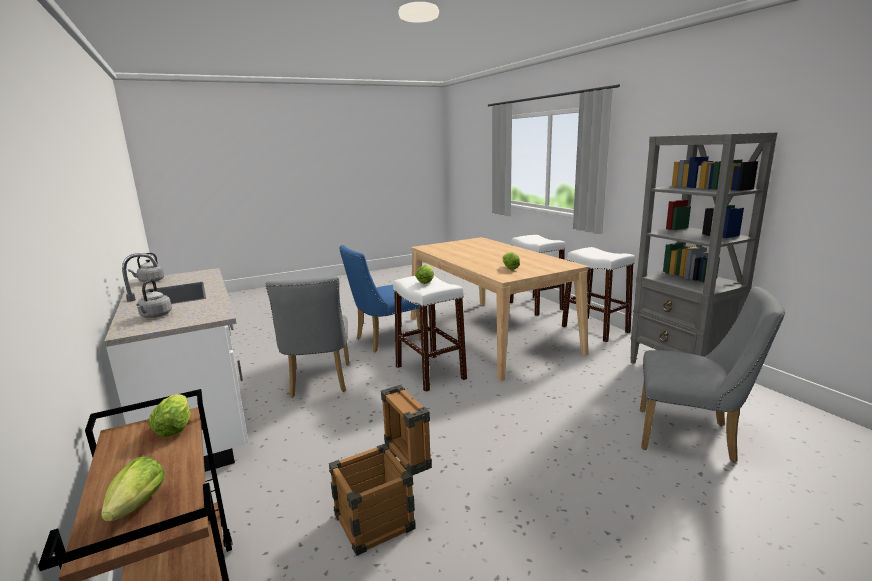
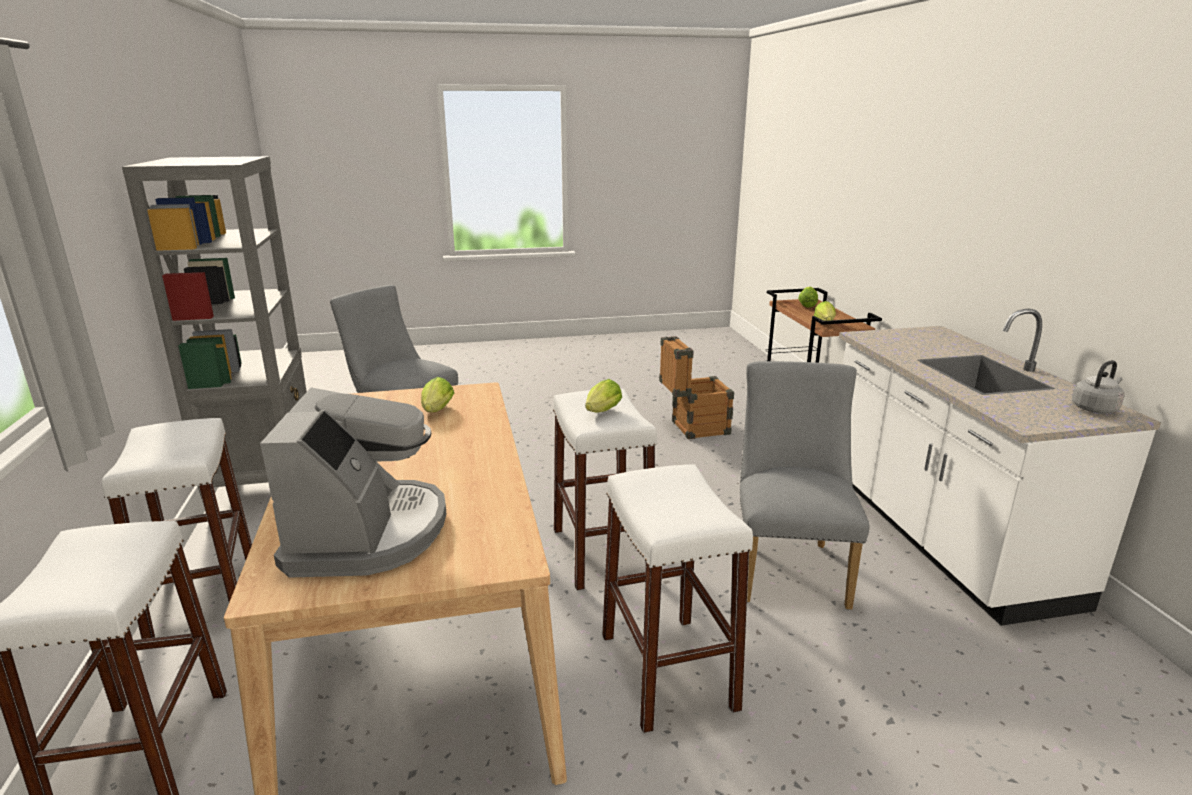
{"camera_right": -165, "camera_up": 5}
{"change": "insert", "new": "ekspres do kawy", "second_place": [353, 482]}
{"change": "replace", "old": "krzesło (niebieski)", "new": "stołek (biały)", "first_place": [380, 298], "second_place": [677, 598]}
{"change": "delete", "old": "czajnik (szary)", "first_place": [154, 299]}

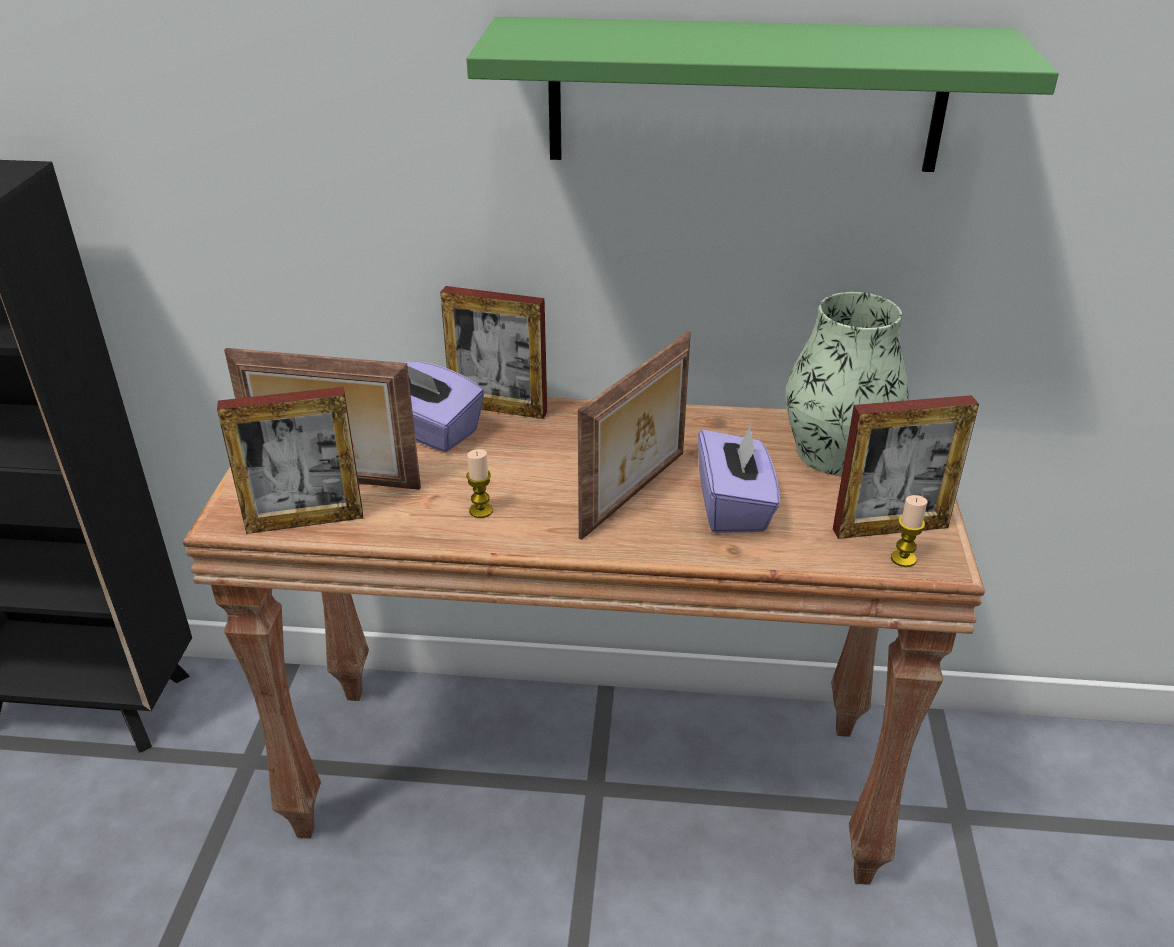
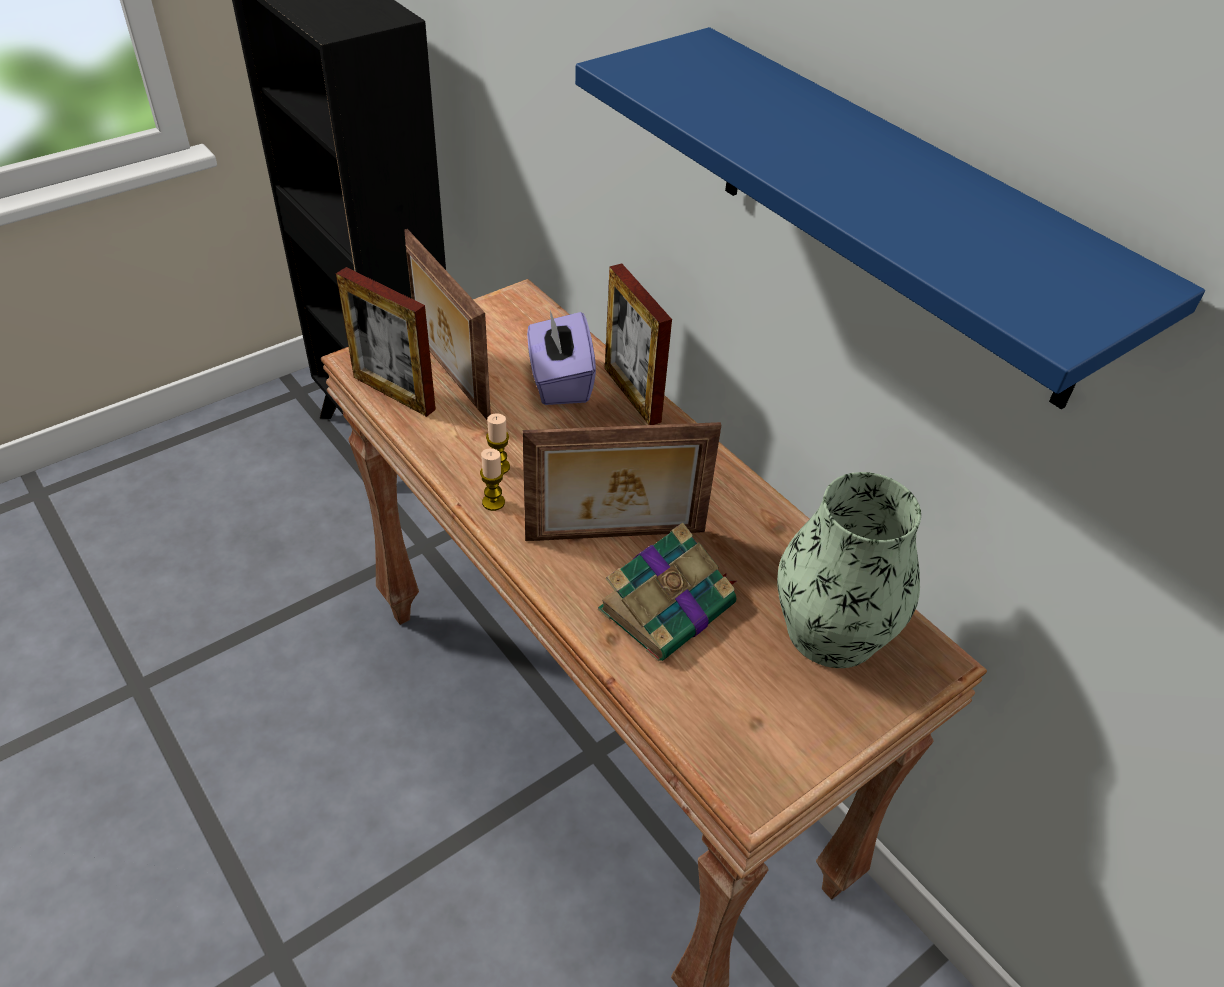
{"camera_right": 45, "camera_up": 10}
{"change": "move", "old": "świeca", "first_place": [909, 531], "second_place": [492, 479]}
{"change": "recolor", "old": "półka (zielony)", "new": "półka (niebieski)", "first_place": [763, 94], "second_place": [890, 218]}
{"change": "replace", "old": "pudełko chusteczek (fioletowy)", "new": "książka", "first_place": [739, 479], "second_place": [667, 591]}
{"change": "delete", "old": "ramka na zdjęcie", "first_place": [906, 467]}

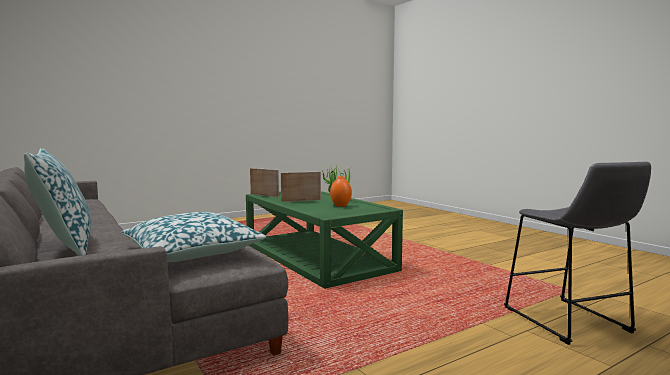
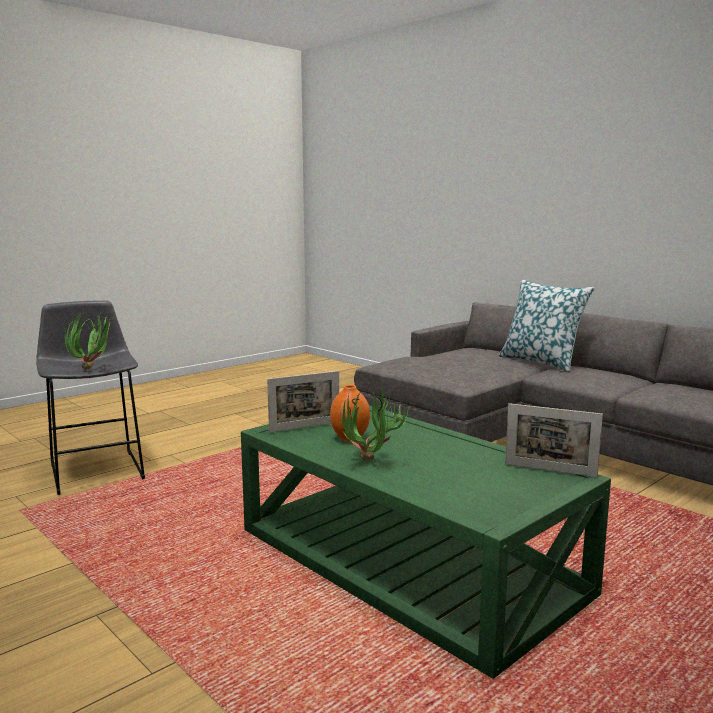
{"camera_right": 170, "camera_up": 5}
{"change": "insert", "new": "roślina doniczkowa", "second_place": [90, 341]}
{"change": "move", "old": "ramka na zdjęcie", "first_place": [301, 187], "second_place": [303, 401]}
{"change": "delete", "old": "poduszka", "first_place": [193, 237]}

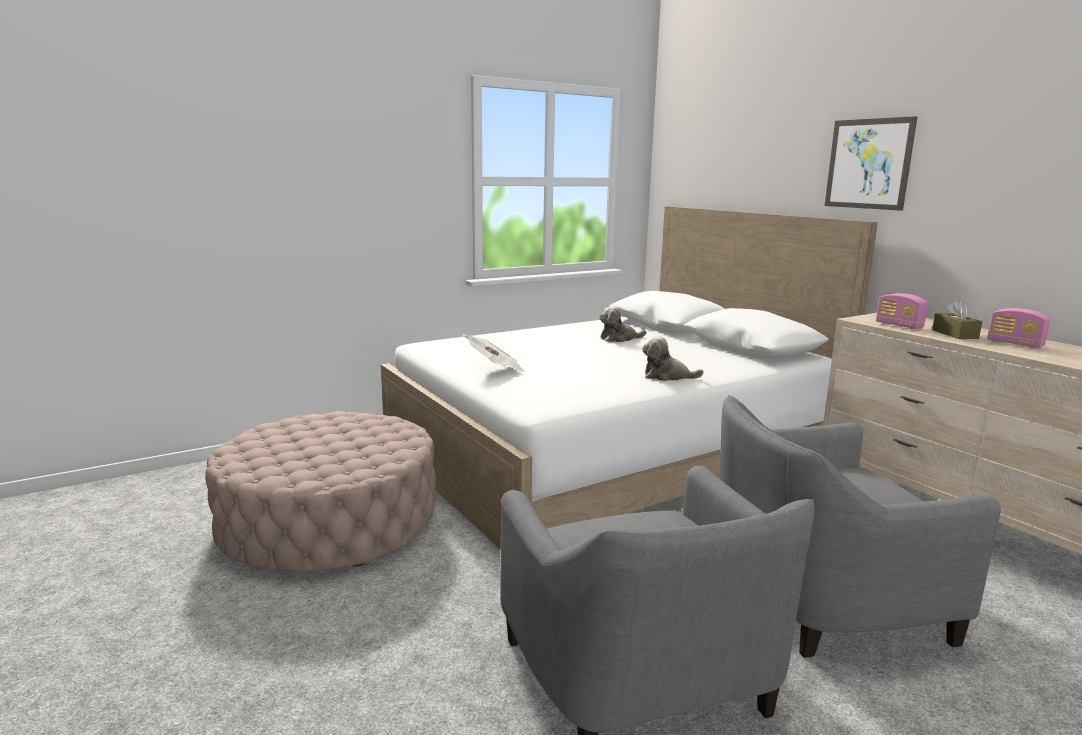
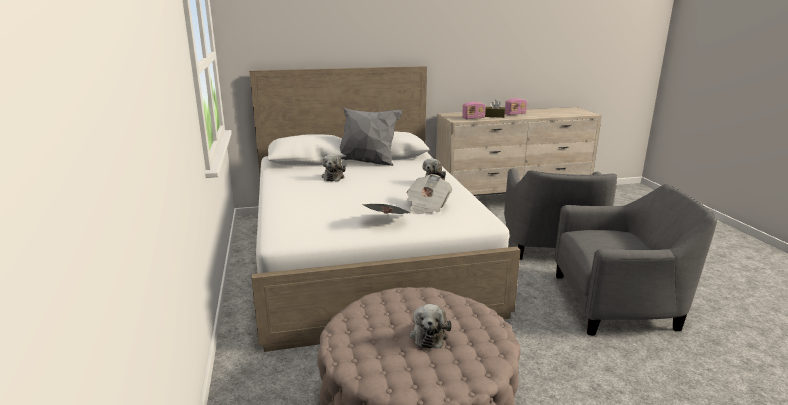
{"camera_right": -70, "camera_up": 5}
{"change": "insert", "new": "poduszka (szary)", "second_place": [371, 136]}
{"change": "insert", "new": "gazeta", "second_place": [429, 194]}
{"change": "insert", "new": "pluszak", "second_place": [431, 326]}
{"change": "delete", "old": "obraz", "first_place": [871, 163]}

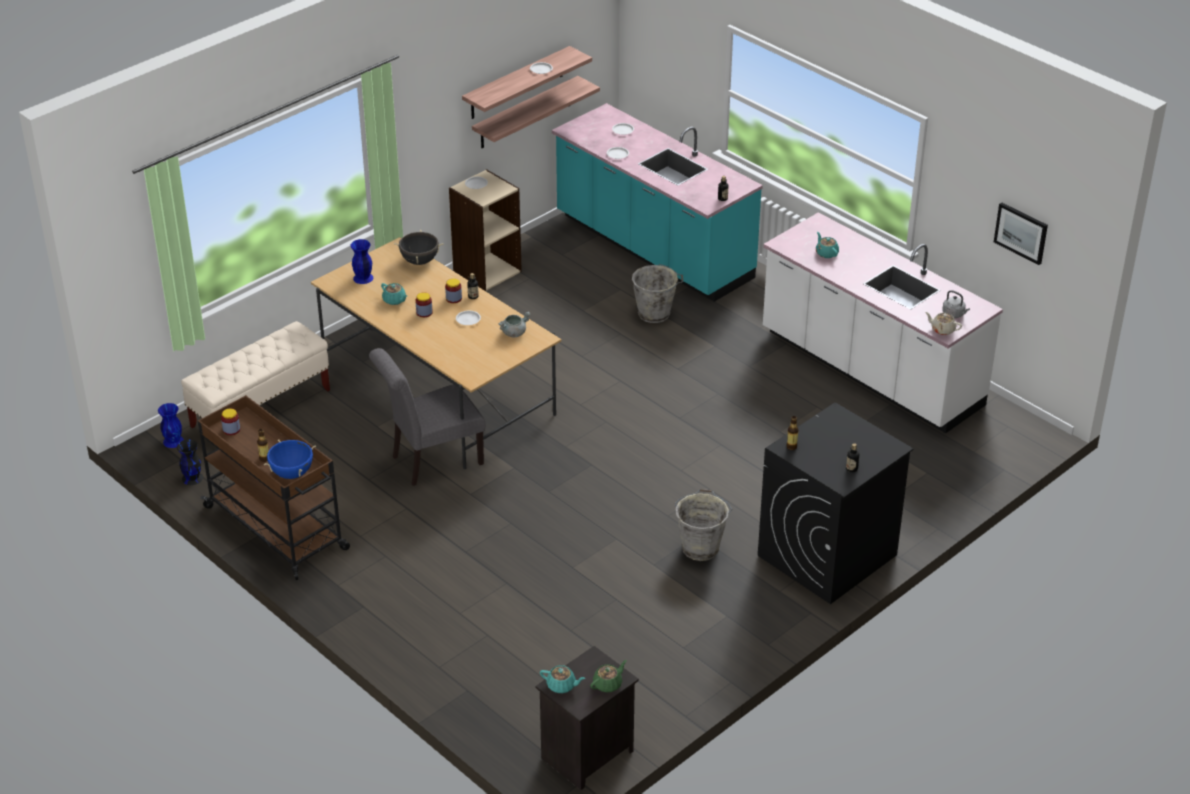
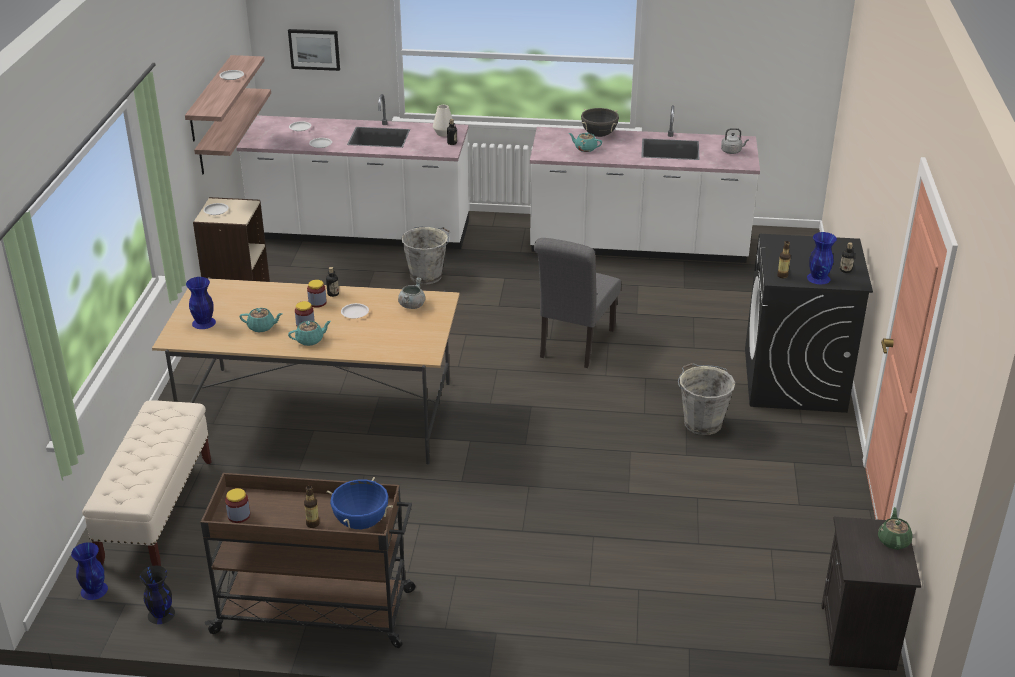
{"camera_right": -40, "camera_up": -5}
{"change": "recolor", "old": "zabudowa kuchenna (turkusowy)", "new": "zabudowa kuchenna (biały)", "first_place": [657, 202], "second_place": [352, 171]}
{"change": "move", "old": "obraz", "first_place": [1021, 233], "second_place": [314, 50]}
{"change": "move", "old": "imbryk (turkusowy)", "first_place": [562, 679], "second_place": [309, 333]}
{"change": "insert", "new": "wazon (biały)", "second_place": [444, 121]}
{"change": "move", "old": "krzesło (szary)", "first_place": [427, 417], "second_place": [577, 303]}
{"change": "move", "old": "garnek (czarny)", "first_place": [418, 247], "second_place": [600, 122]}
{"change": "insert", "new": "wazon (niebieski)", "second_place": [822, 258]}
{"change": "delete", "old": "imbryk (beżowy)", "first_place": [943, 323]}

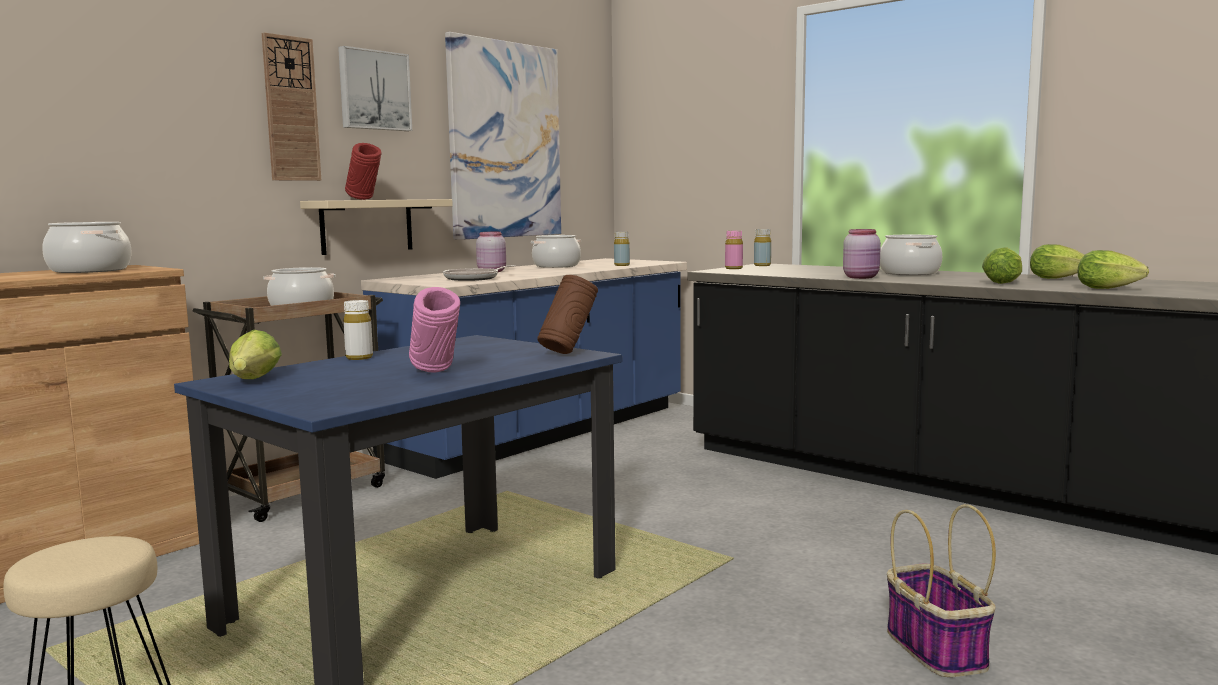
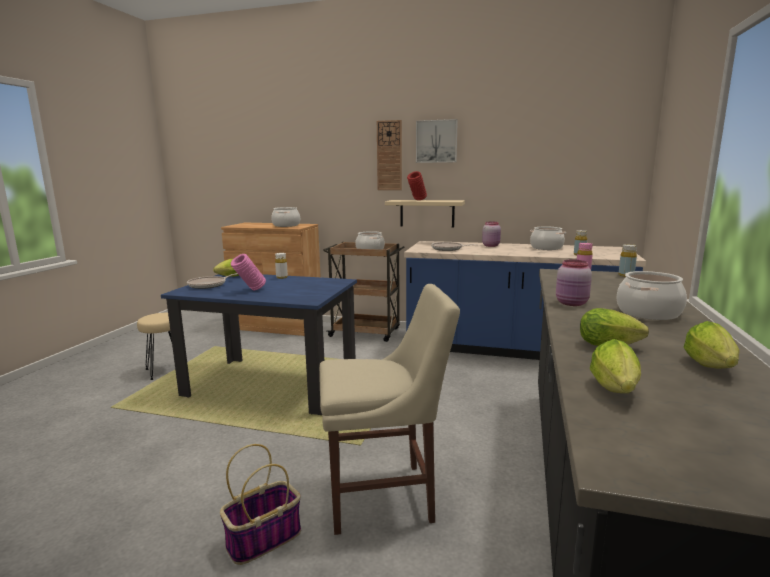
{"camera_right": 65, "camera_up": 5}
{"change": "insert", "new": "patelnia", "second_place": [212, 281]}
{"change": "insert", "new": "krzesło (beżowy)", "second_place": [389, 409]}
{"change": "delete", "old": "obraz", "first_place": [503, 136]}
{"change": "delete", "old": "wazon (brązowy)", "first_place": [567, 314]}

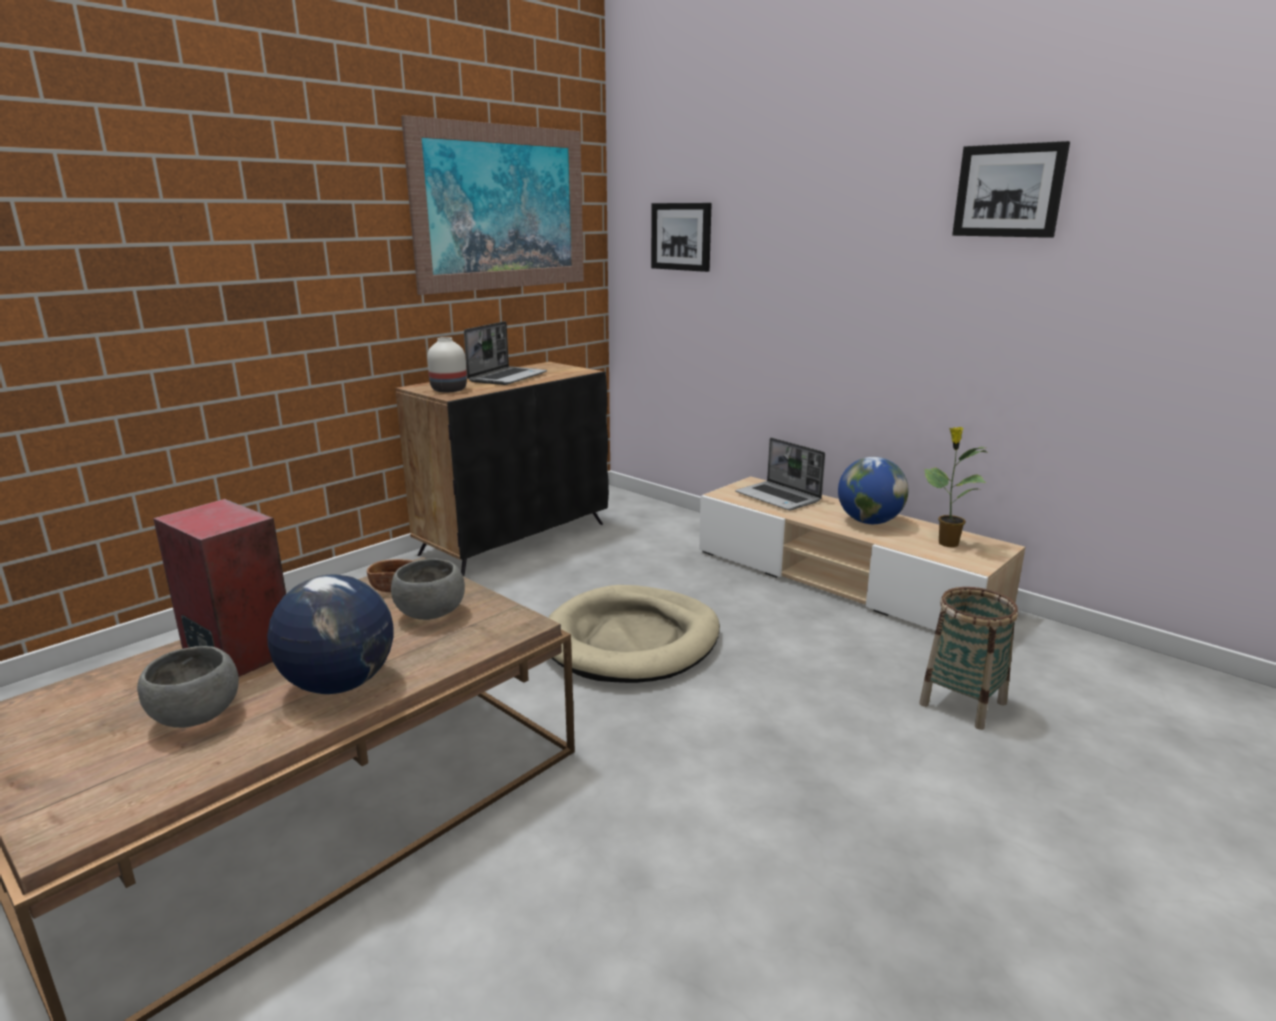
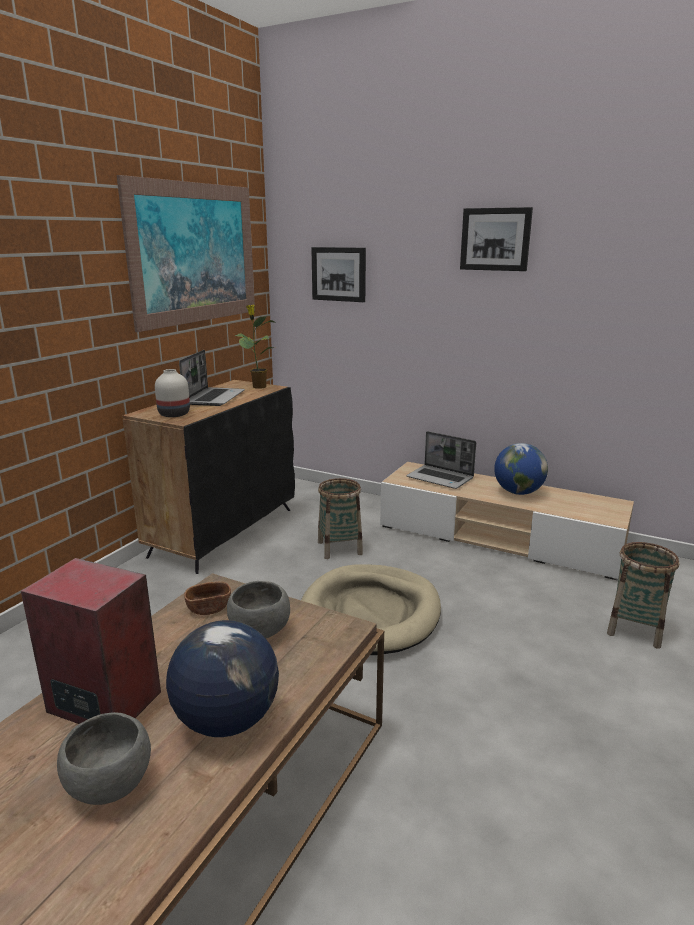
{"camera_right": -15, "camera_up": 0}
{"change": "move", "old": "roślina doniczkowa", "first_place": [956, 487], "second_place": [254, 347]}
{"change": "insert", "new": "koszyk", "second_place": [340, 518]}
{"change": "move", "old": "obraz", "first_place": [1011, 189], "second_place": [496, 239]}

